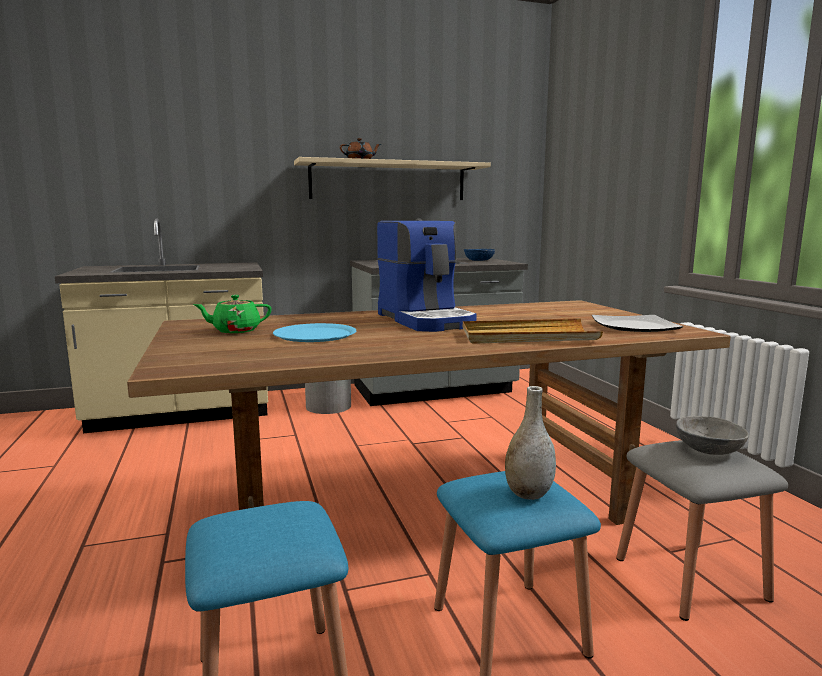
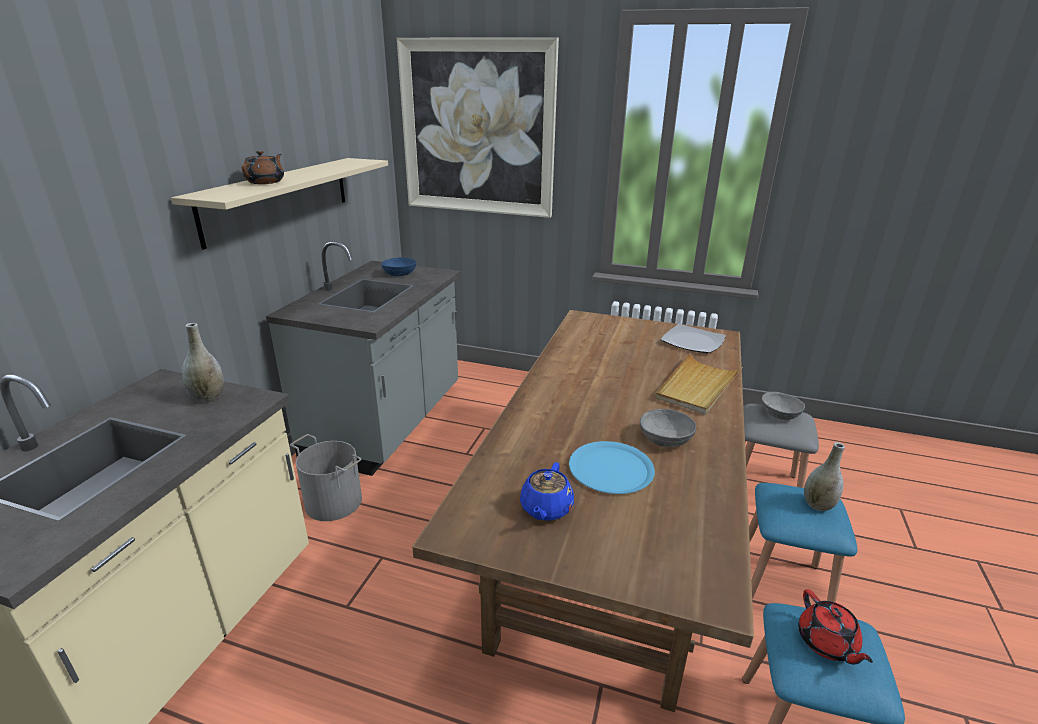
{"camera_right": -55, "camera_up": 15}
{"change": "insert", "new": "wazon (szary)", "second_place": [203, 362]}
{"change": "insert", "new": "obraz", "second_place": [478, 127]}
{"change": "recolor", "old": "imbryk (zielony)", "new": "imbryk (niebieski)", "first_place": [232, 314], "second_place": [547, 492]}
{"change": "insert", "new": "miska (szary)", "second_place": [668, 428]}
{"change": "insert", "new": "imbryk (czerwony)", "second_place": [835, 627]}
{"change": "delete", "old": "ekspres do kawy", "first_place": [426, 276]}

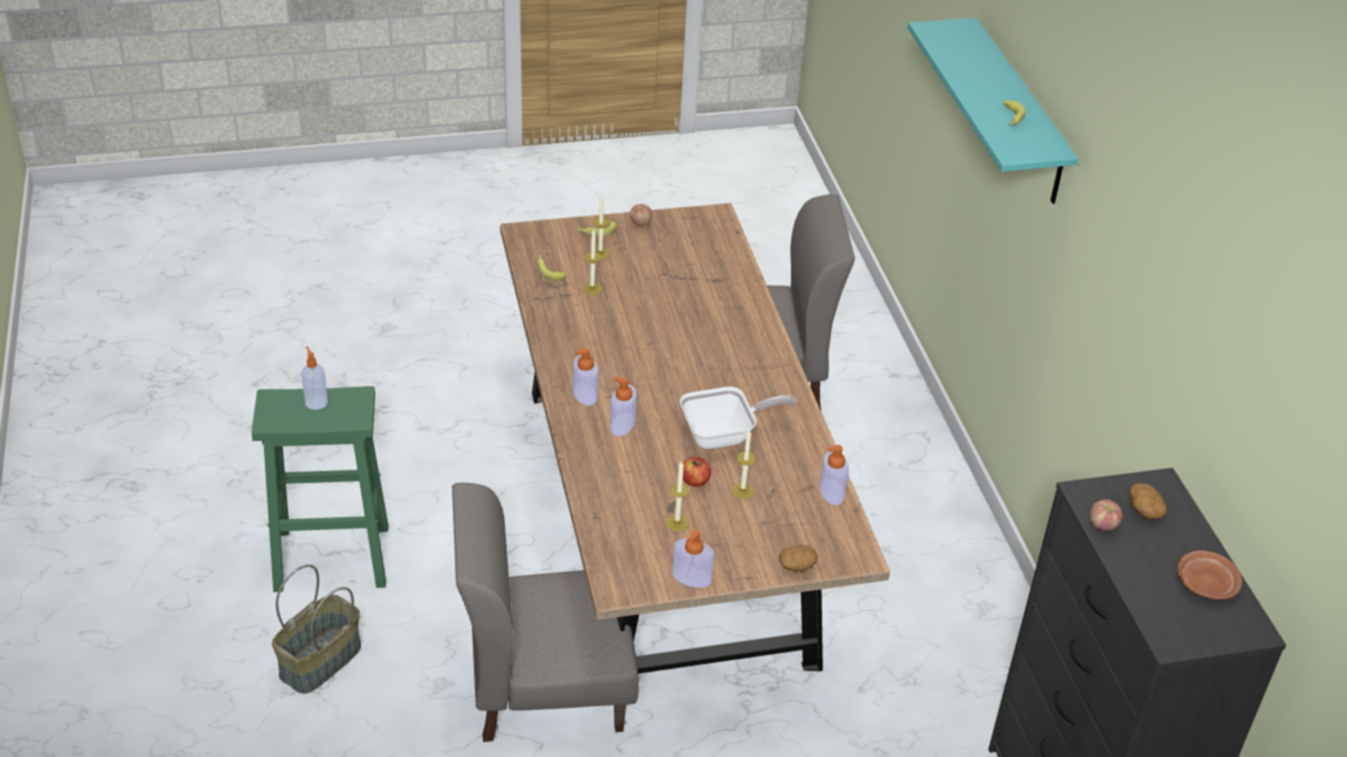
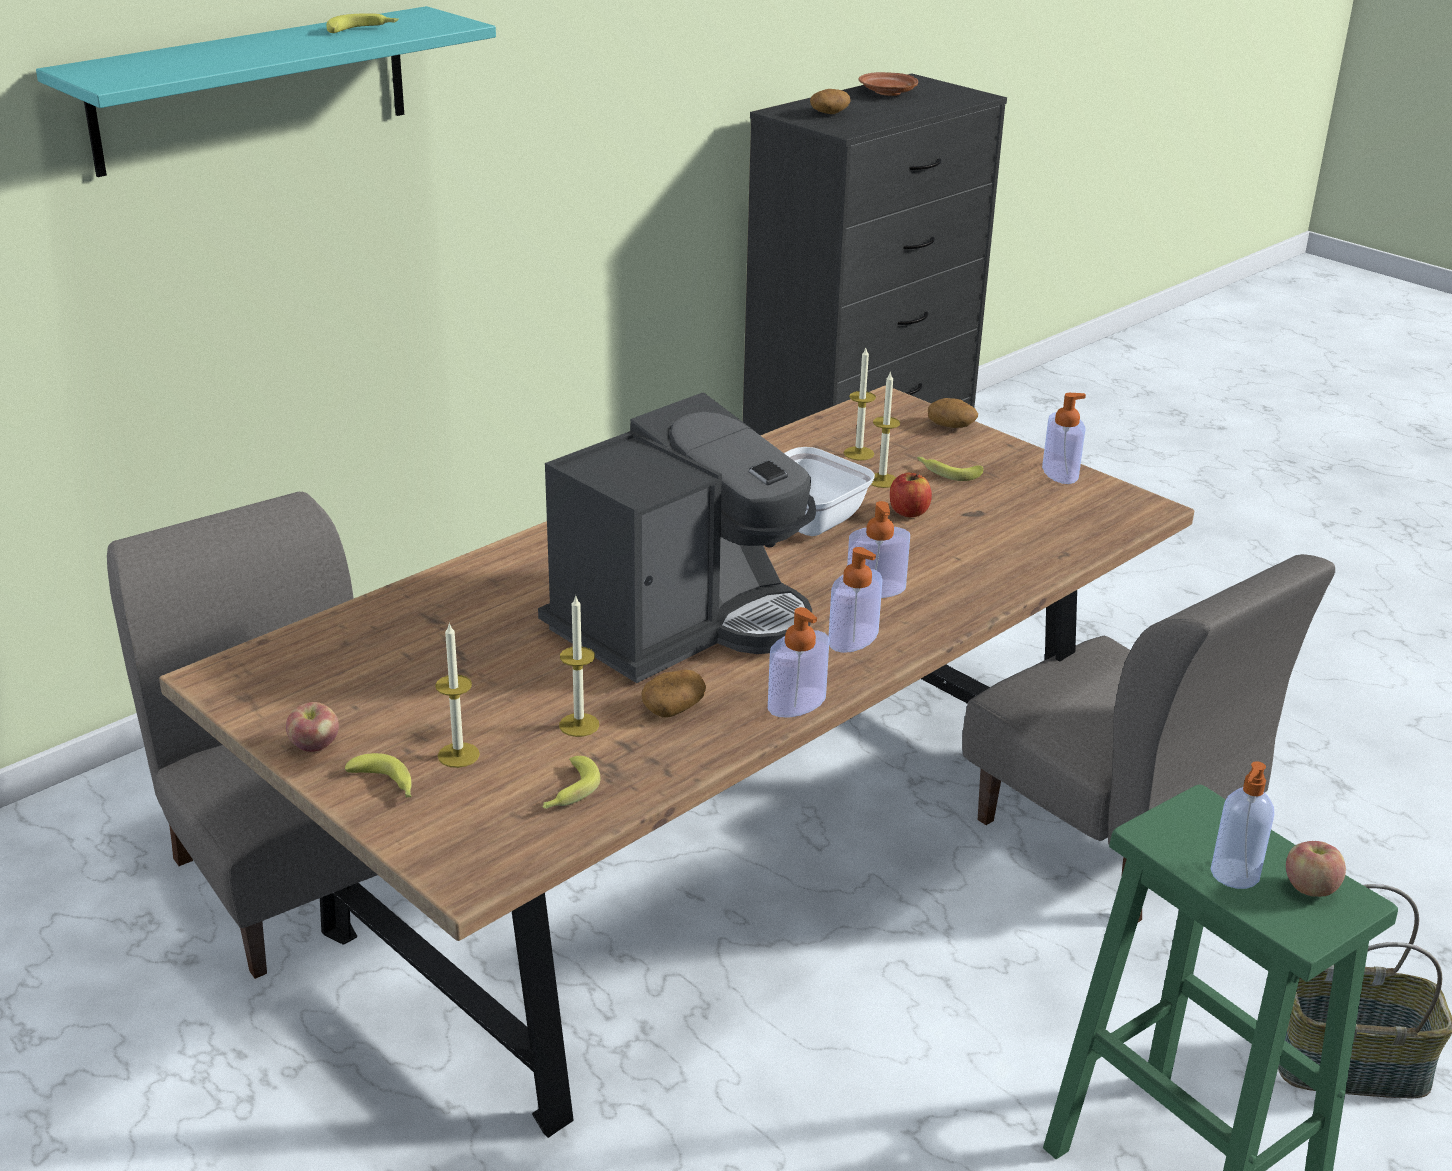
{"camera_right": -120, "camera_up": -10}
{"change": "insert", "new": "ekspres do kawy", "second_place": [677, 537]}
{"change": "insert", "new": "ziemniak", "second_place": [673, 693]}
{"change": "move", "old": "dozownik mydła", "first_place": [834, 475], "second_place": [798, 662]}
{"change": "move", "old": "świeca", "first_place": [677, 496], "second_place": [860, 404]}
{"change": "insert", "new": "banan", "second_place": [950, 469]}
{"change": "move", "old": "jabłko", "first_place": [1106, 515], "second_place": [1316, 869]}

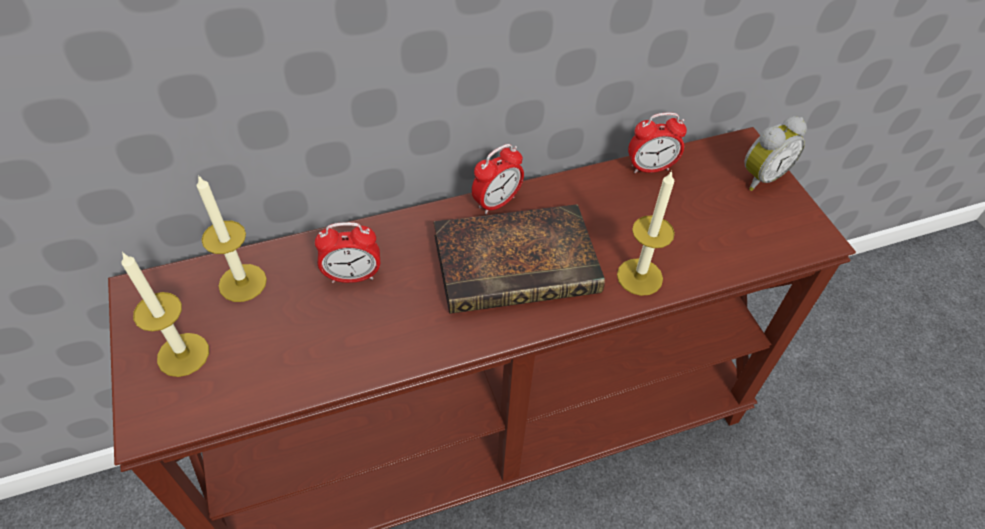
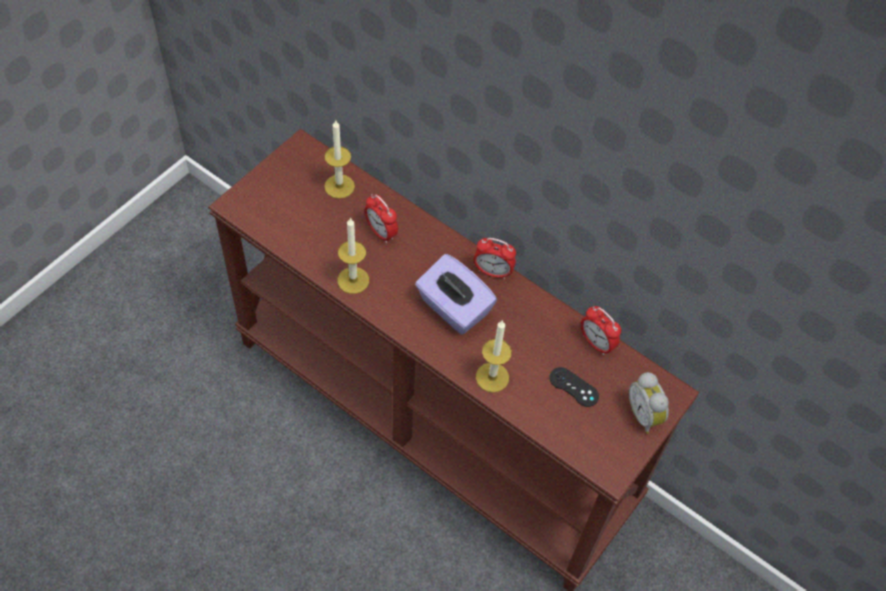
{"camera_right": 55, "camera_up": 5}
{"change": "move", "old": "świeca", "first_place": [165, 314], "second_place": [353, 255]}
{"change": "replace", "old": "książka", "new": "pudełko chusteczek (fioletowy)", "first_place": [519, 259], "second_place": [456, 294]}
{"change": "insert", "new": "pad do gier (czarny)", "second_place": [574, 387]}
{"change": "rotate", "old": "budzik", "first_place": [775, 153], "second_place": [649, 403], "degrees": 45}

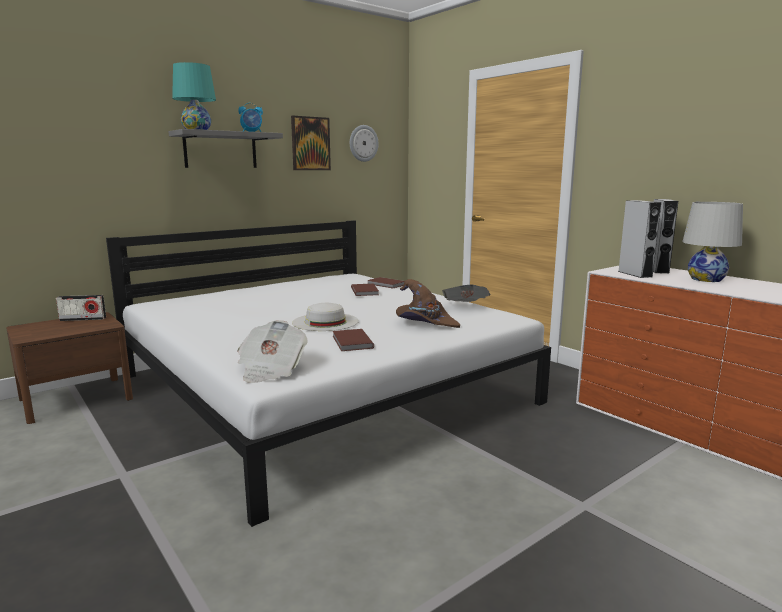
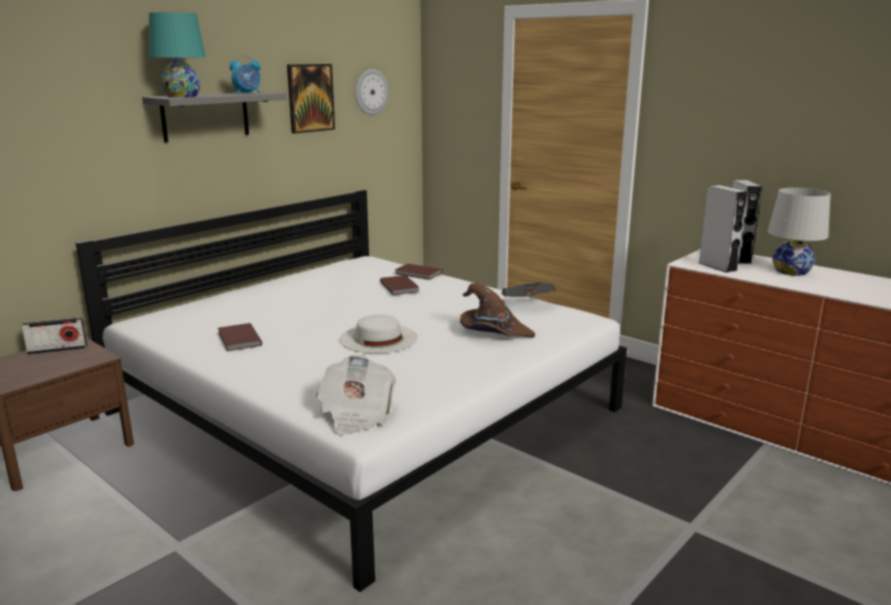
{"camera_right": -10, "camera_up": 5}
{"change": "move", "old": "książka (brązowy)", "first_place": [353, 340], "second_place": [240, 337]}

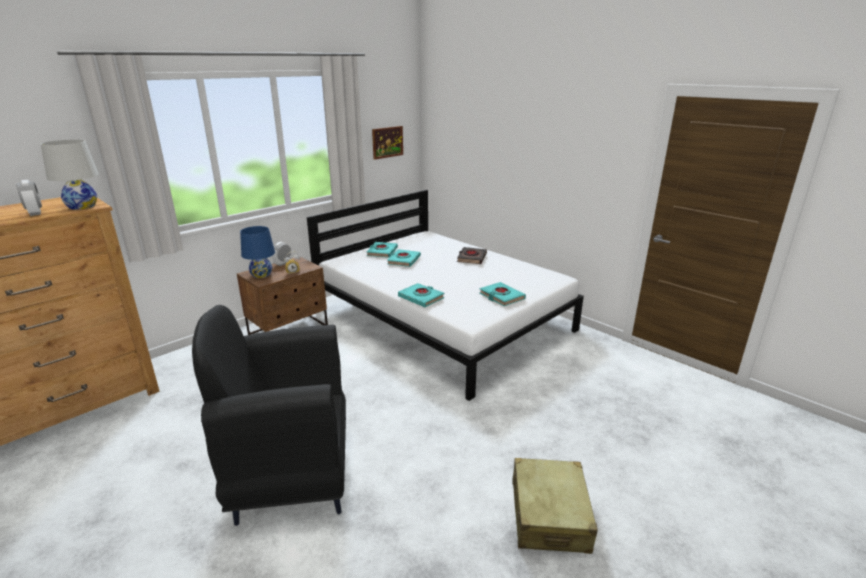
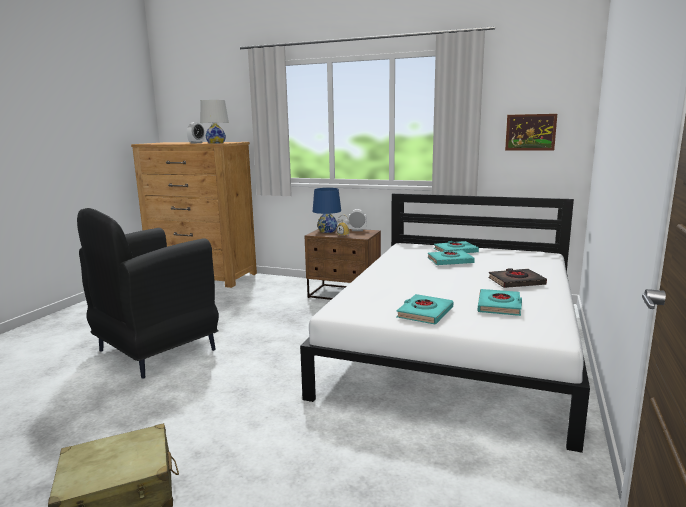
{"camera_right": 65, "camera_up": -10}
{"change": "rotate", "old": "fotel (czarny)", "first_place": [269, 415], "second_place": [148, 293], "degrees": -105}
{"change": "move", "old": "książka (turkusowy)", "first_place": [421, 295], "second_place": [500, 302]}

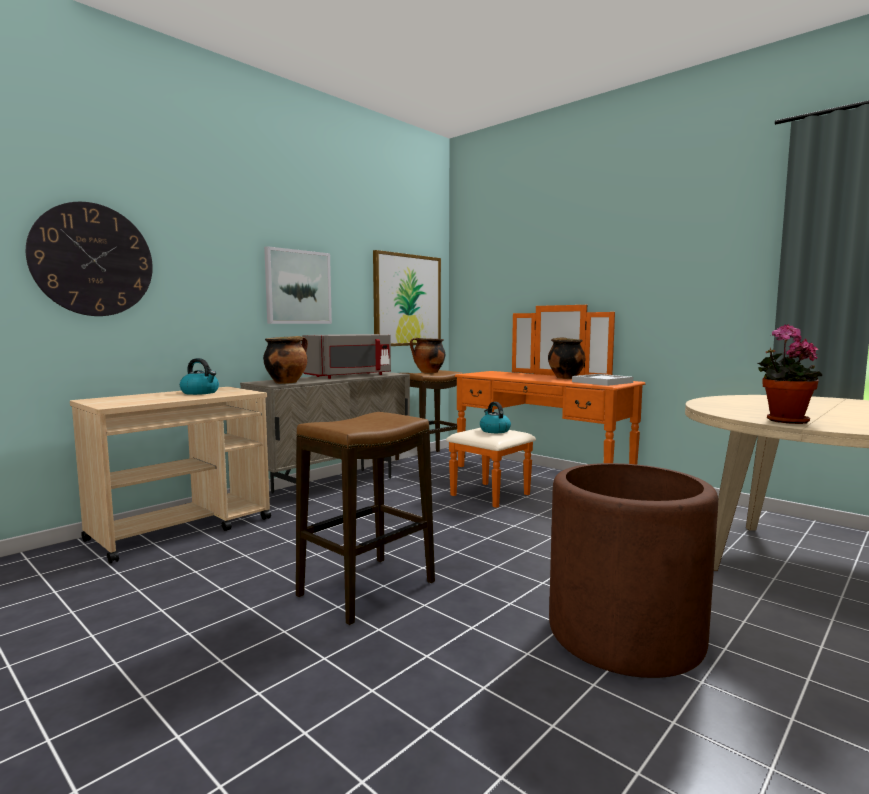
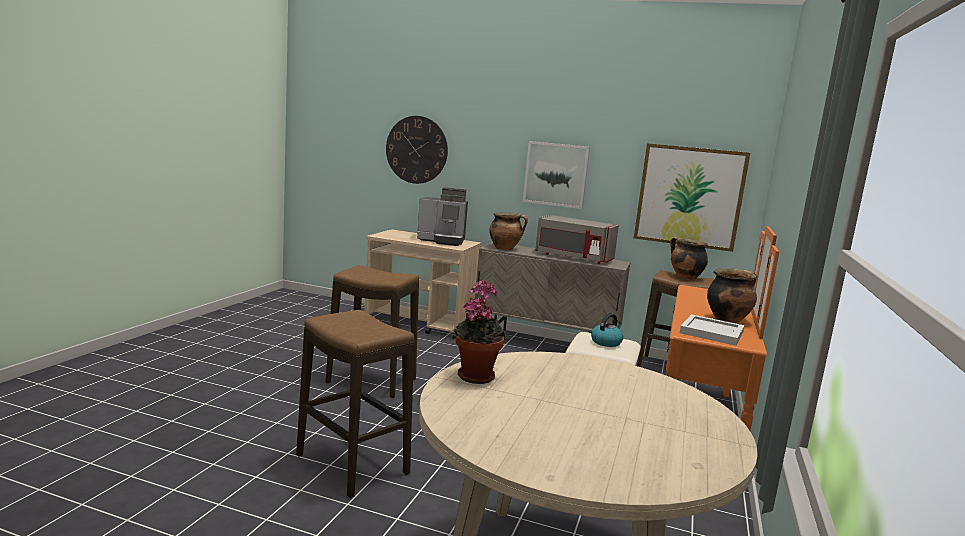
{"camera_right": 65, "camera_up": 5}
{"change": "replace", "old": "donica (brązowy)", "new": "stołek", "first_place": [633, 570], "second_place": [355, 404]}
{"change": "replace", "old": "czajnik", "new": "ekspres do kawy", "first_place": [199, 376], "second_place": [442, 216]}

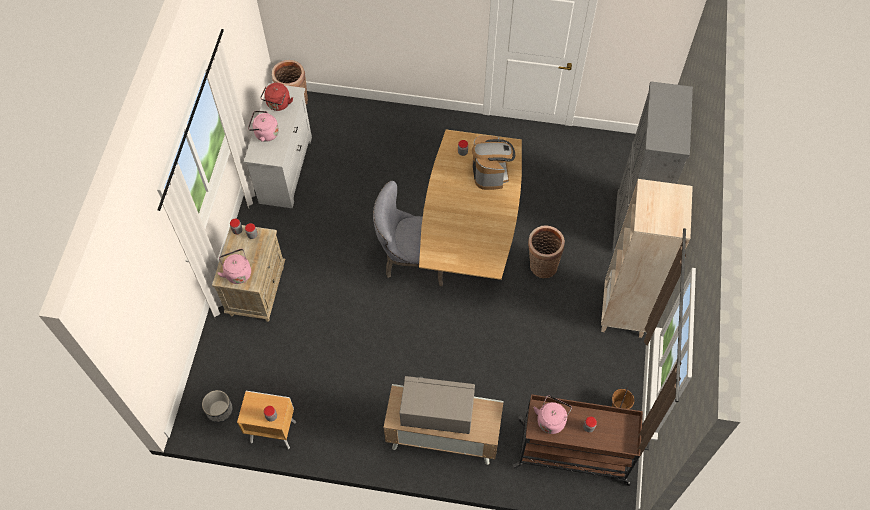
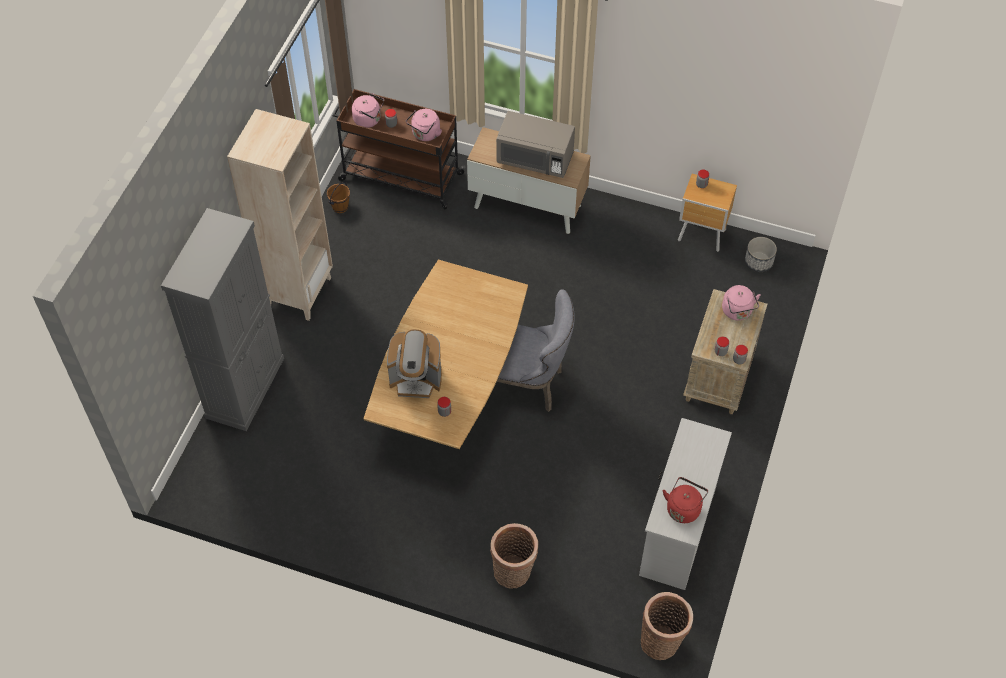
{"camera_right": -170, "camera_up": -5}
{"change": "move", "old": "czajnik (różowy)", "first_place": [263, 126], "second_place": [368, 110]}
{"change": "rotate", "old": "ekspres do kawy", "first_place": [493, 163], "second_place": [414, 363], "degrees": -90}
{"change": "move", "old": "koszyk", "first_place": [546, 251], "second_place": [514, 556]}

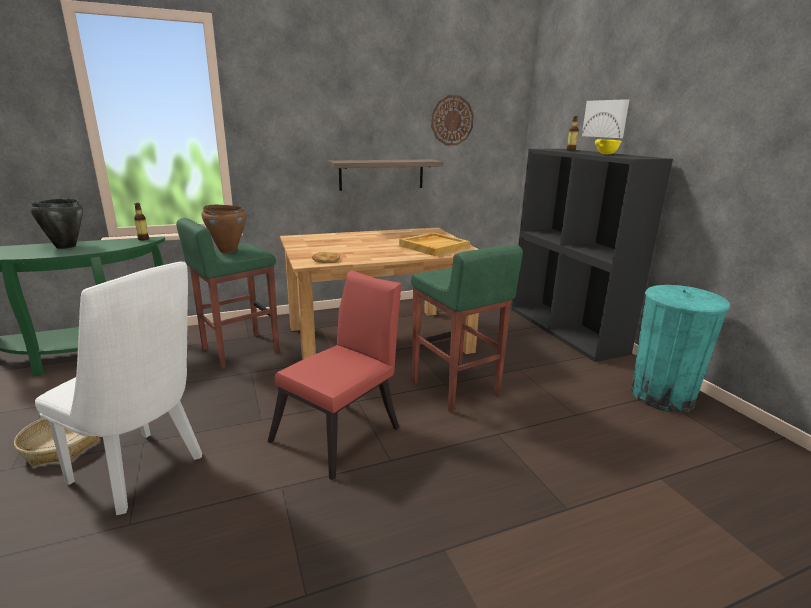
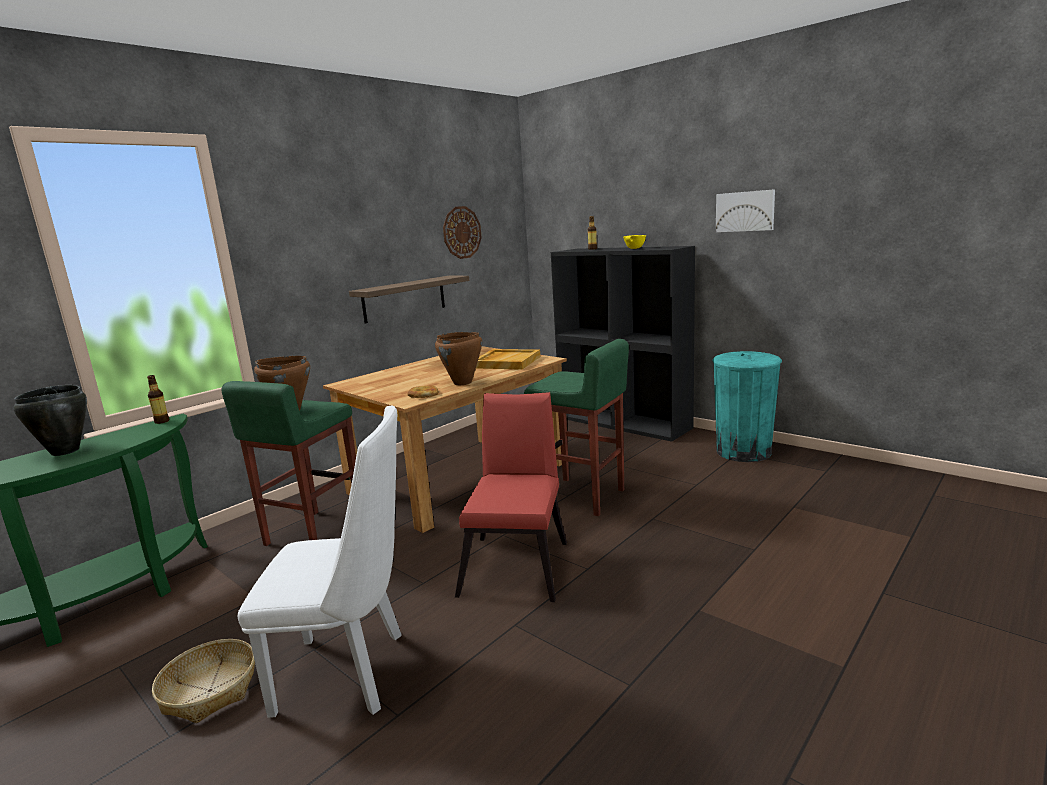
{"camera_right": -25, "camera_up": -5}
{"change": "insert", "new": "garnek (brązowy)", "second_place": [458, 358]}
{"change": "move", "old": "obraz", "first_place": [605, 118], "second_place": [745, 210]}

